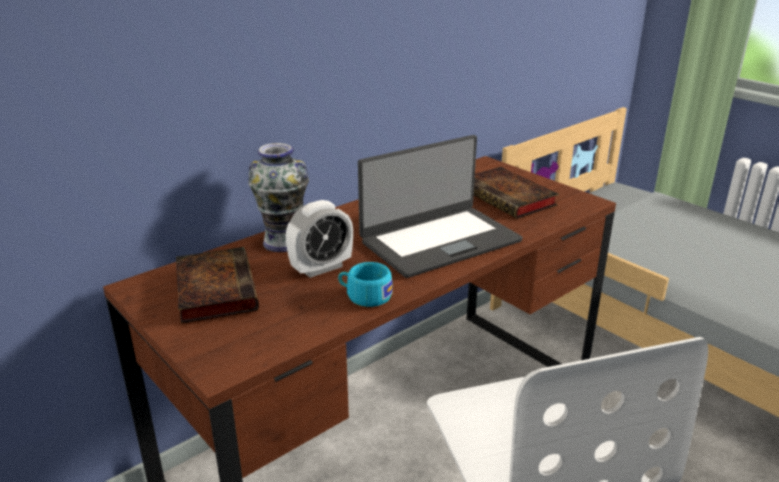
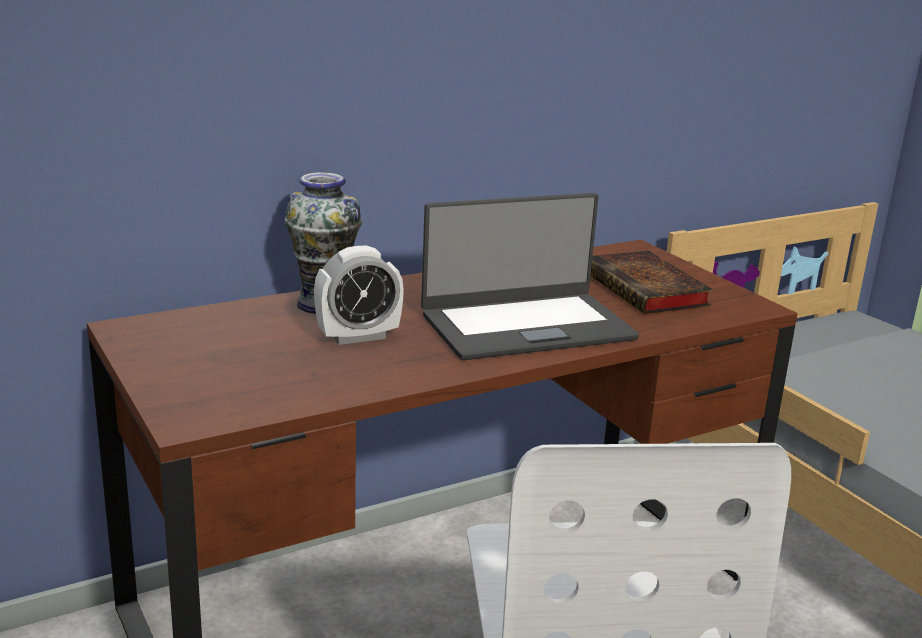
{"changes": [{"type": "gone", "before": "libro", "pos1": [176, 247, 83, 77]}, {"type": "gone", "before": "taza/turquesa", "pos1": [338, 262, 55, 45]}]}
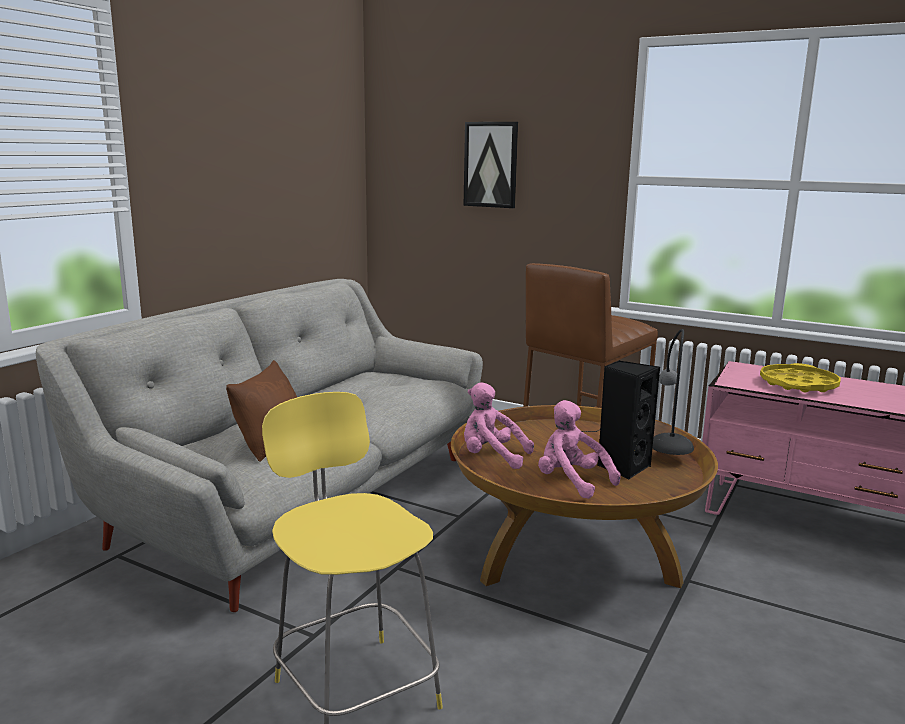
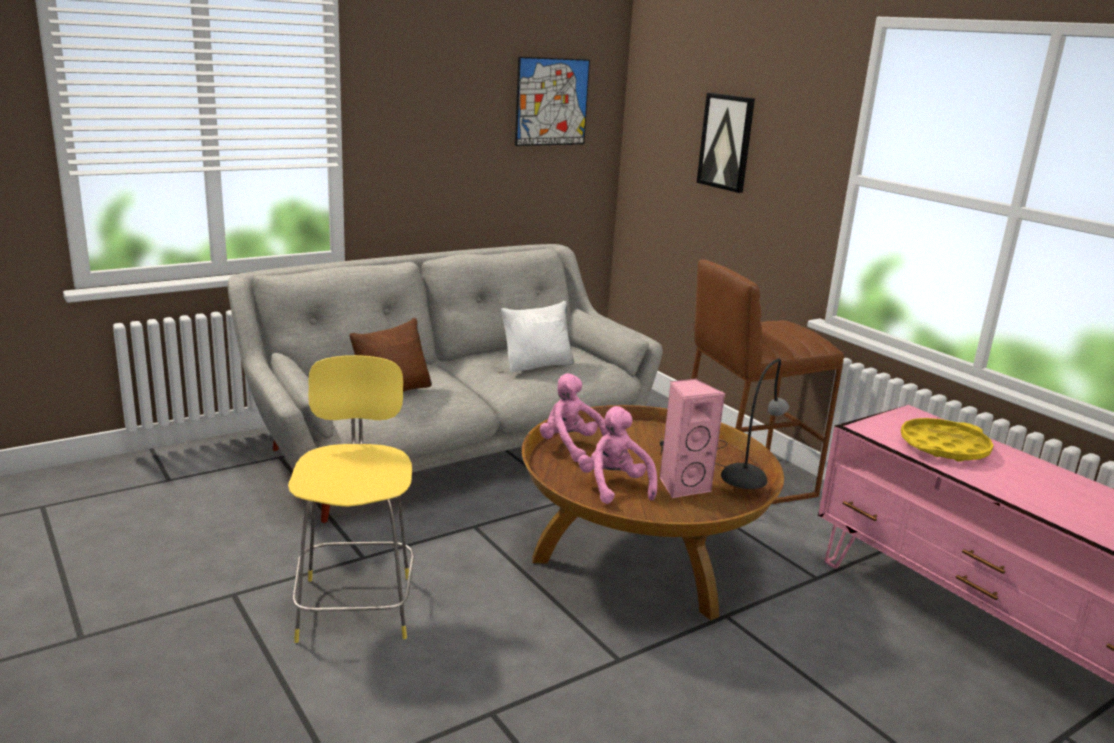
{"changes": [{"type": "new", "after": "cojín/blanco", "pos2": [501, 301, 73, 72]}, {"type": "new", "after": "cuadro", "pos2": [515, 57, 75, 89]}, {"type": "repainted", "before": "altavoz/negro", "after": "altavoz/rosa", "pos1": [597, 360, 63, 120], "pos2": [659, 378, 66, 120]}]}
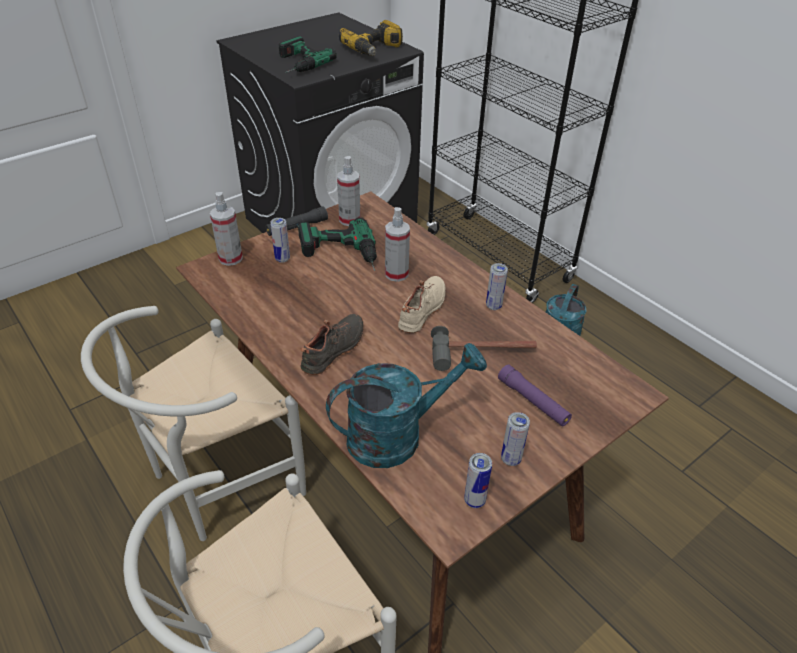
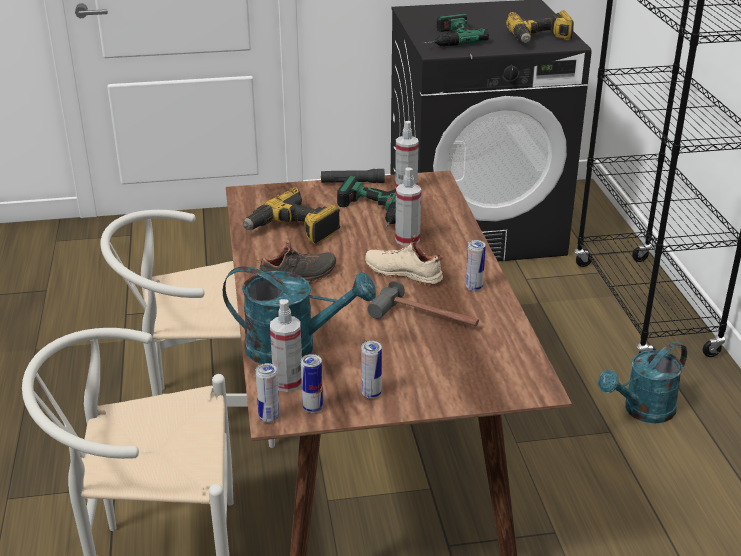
{"changes": [{"type": "new", "after": "taladro", "pos2": [243, 187, 97, 57]}, {"type": "shifted", "before": "lata", "pos1": [270, 218, 20, 45], "pos2": [255, 363, 24, 60]}, {"type": "shifted", "before": "pulverizador", "pos1": [210, 192, 33, 74], "pos2": [270, 299, 32, 93]}, {"type": "rotated", "before": "zapato/beis", "pos1": [398, 276, 48, 57], "pos2": [365, 235, 78, 51], "turn": -120}, {"type": "gone", "before": "linterna/morado", "pos1": [498, 365, 74, 61]}]}
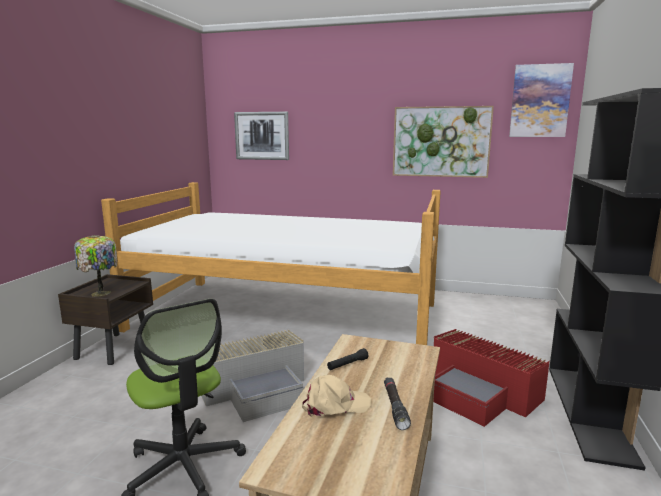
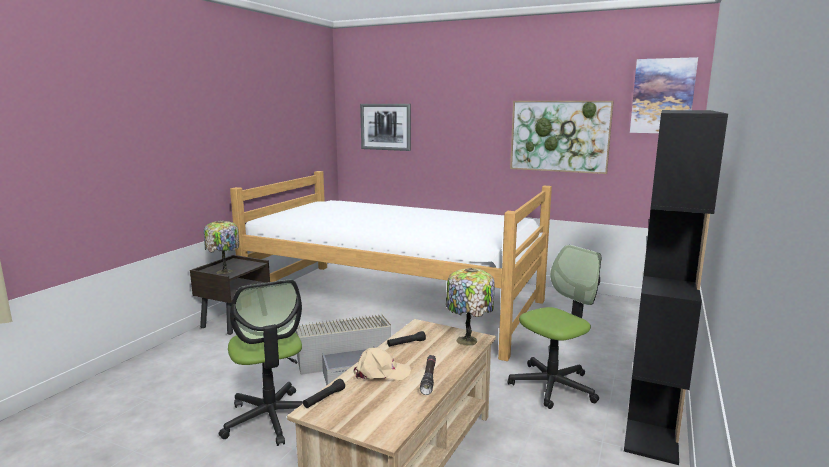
{"changes": [{"type": "new", "after": "linterna/negro", "pos2": [303, 379, 42, 29]}, {"type": "new", "after": "lámpara de mesa", "pos2": [446, 268, 49, 78]}, {"type": "swapped", "before": "caja de almacenaje/rojo", "after": "silla de oficina", "pos1": [433, 329, 117, 98], "pos2": [508, 245, 93, 164]}]}
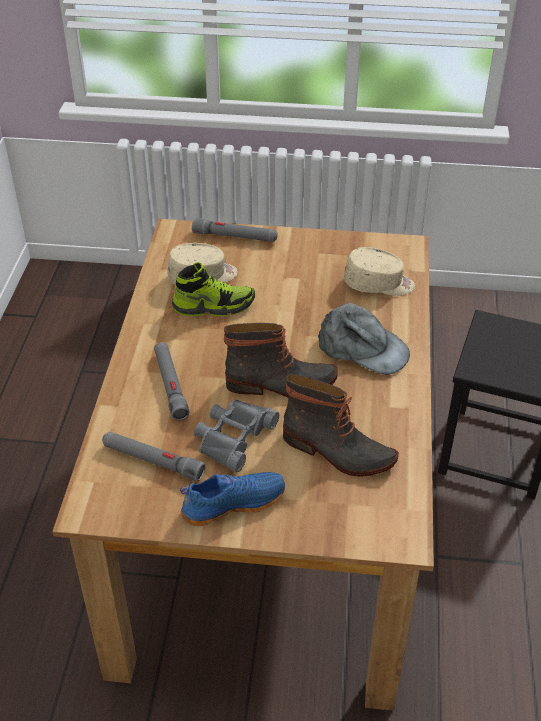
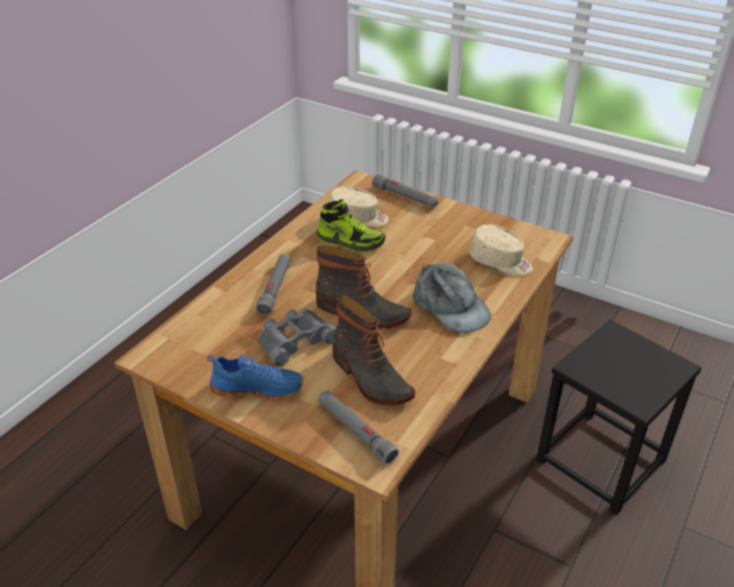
{"changes": [{"type": "shifted", "before": "linterna/gris", "pos1": [102, 432, 103, 49], "pos2": [318, 391, 81, 74]}]}
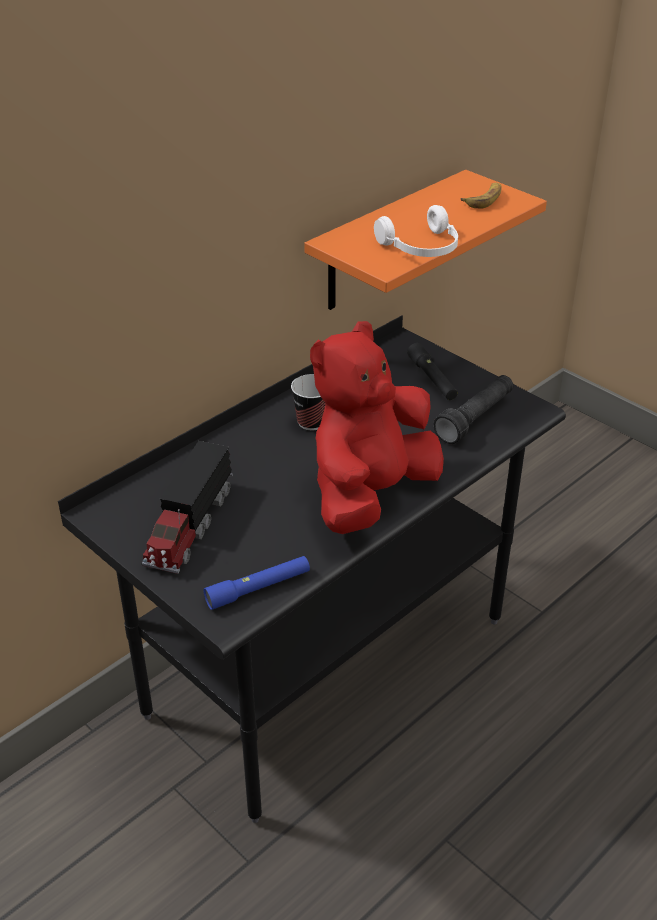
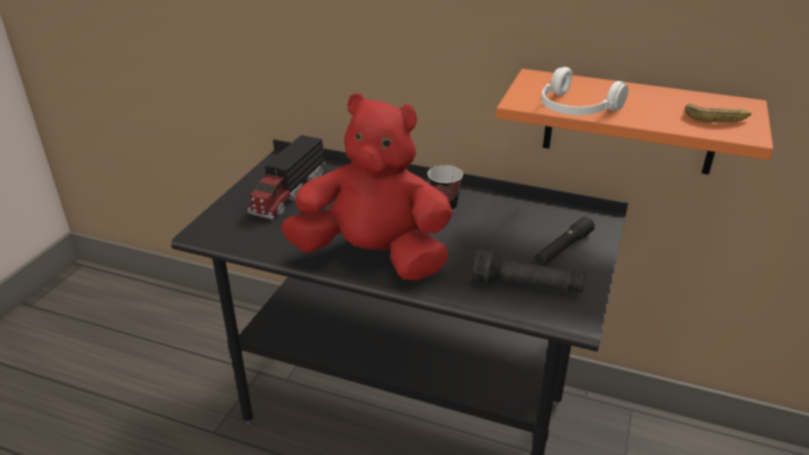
{"changes": [{"type": "rotated", "before": "camión de juguete", "pos1": [142, 441, 91, 133], "pos2": [247, 135, 79, 85], "turn": -60}, {"type": "gone", "before": "linterna/azul", "pos1": [204, 556, 106, 54]}]}
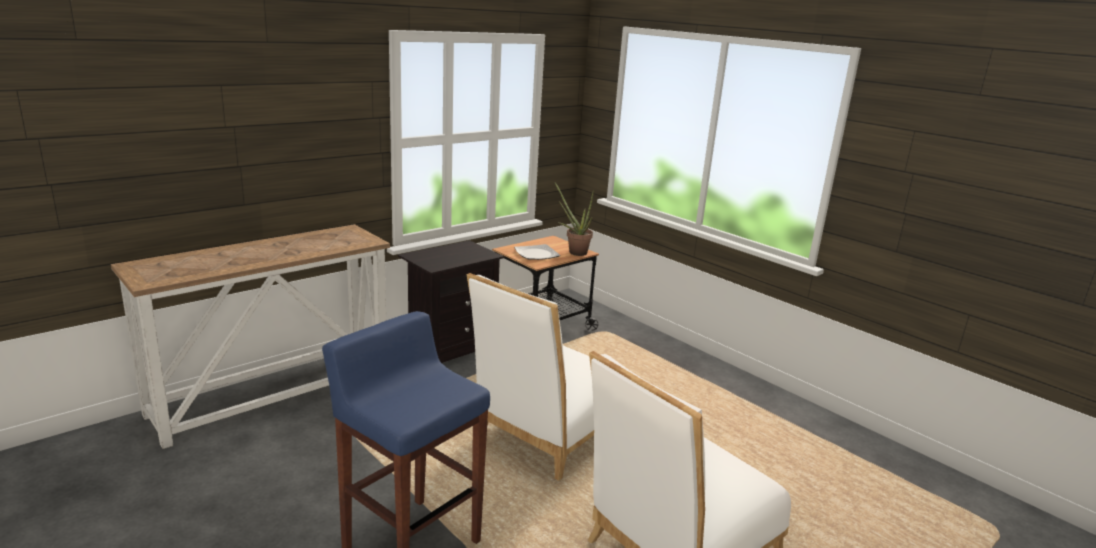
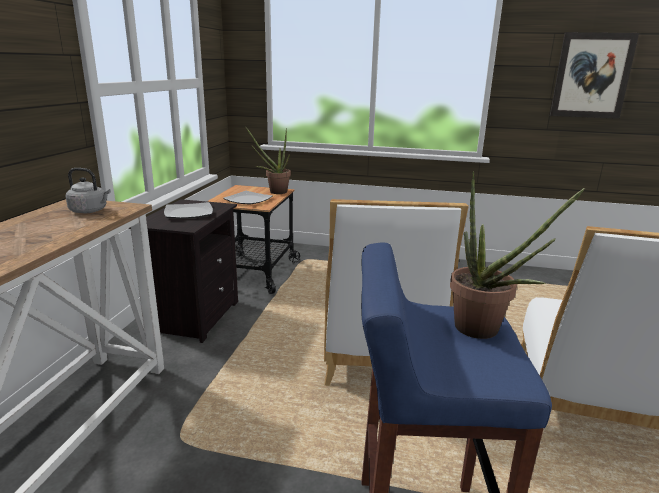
{"changes": [{"type": "new", "after": "hervidor/gris", "pos2": [66, 168, 45, 45]}, {"type": "new", "after": "plato", "pos2": [164, 202, 49, 17]}, {"type": "new", "after": "planta en maceta", "pos2": [450, 171, 135, 168]}, {"type": "new", "after": "cuadro", "pos2": [550, 32, 89, 87]}]}
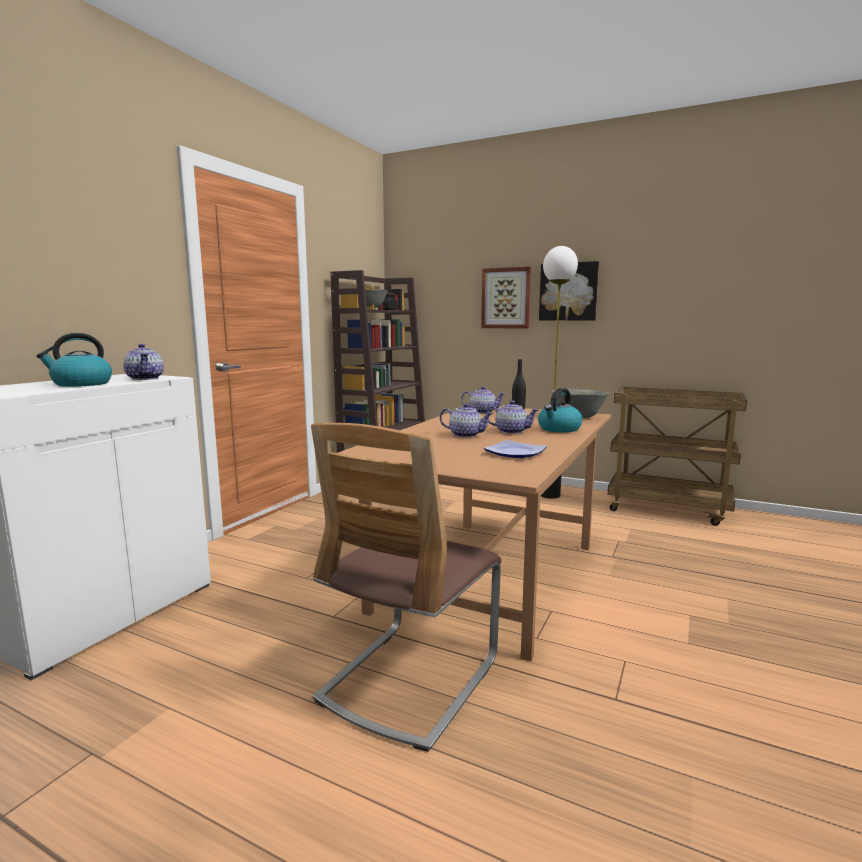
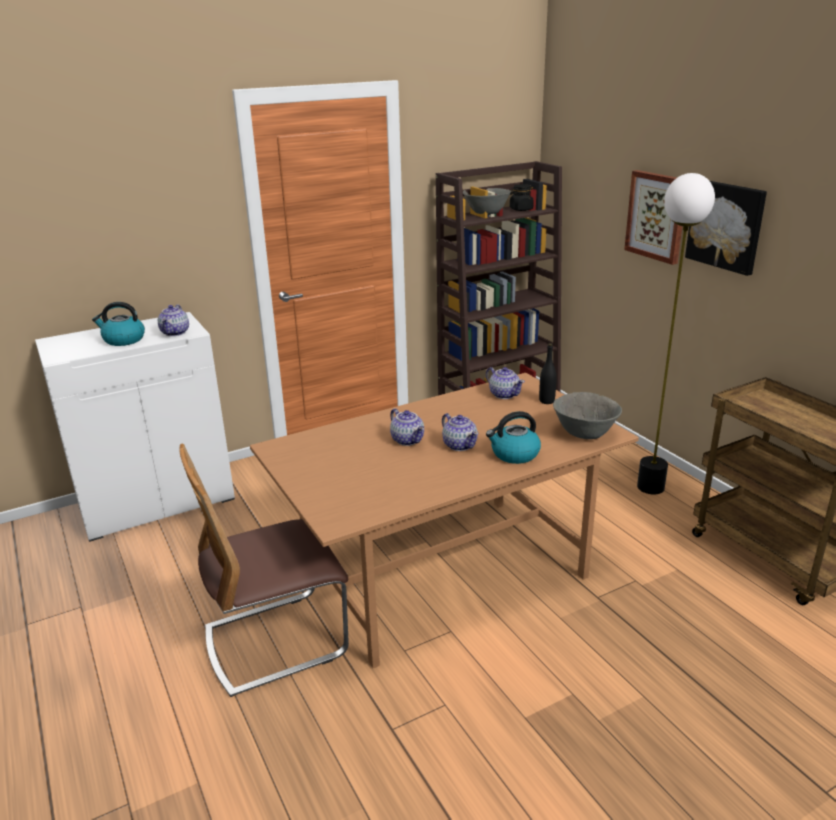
{"changes": [{"type": "gone", "before": "plato", "pos1": [483, 440, 64, 18]}]}
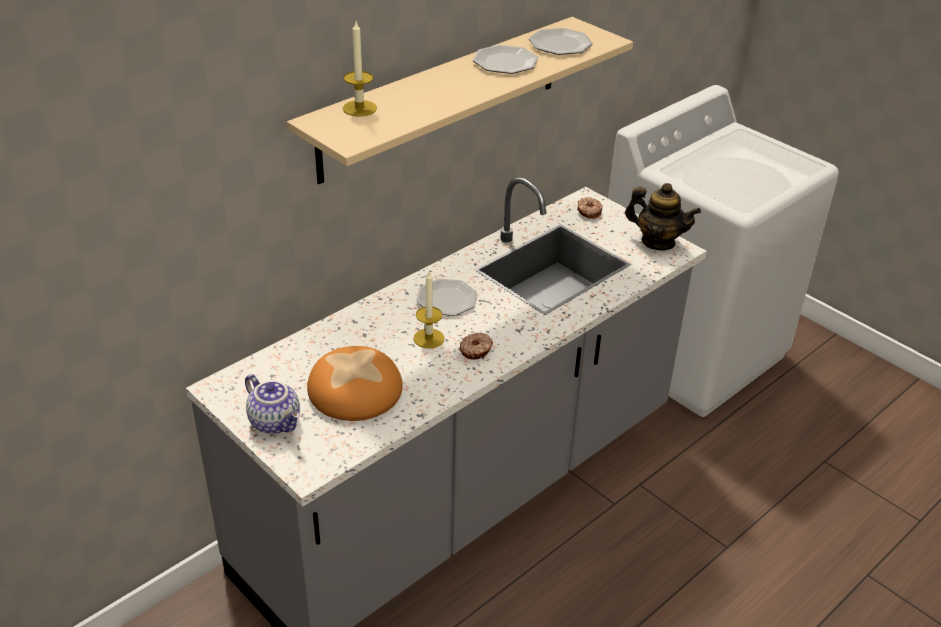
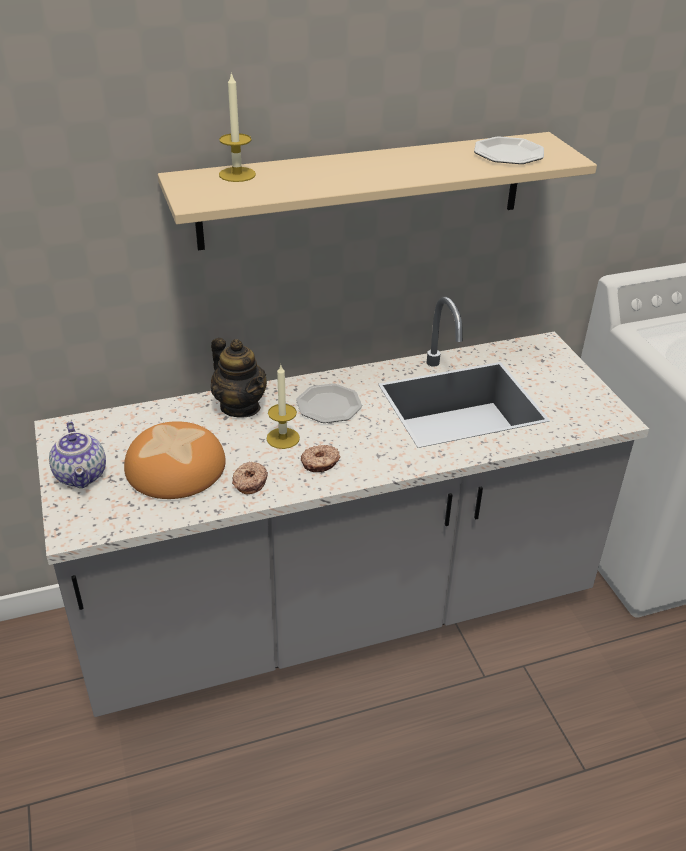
{"changes": [{"type": "shifted", "before": "tetera", "pos1": [625, 183, 76, 67], "pos2": [211, 338, 56, 80]}, {"type": "shifted", "before": "rosquilla", "pos1": [577, 197, 25, 22], "pos2": [232, 462, 36, 32]}, {"type": "gone", "before": "plato", "pos1": [473, 45, 65, 29]}]}
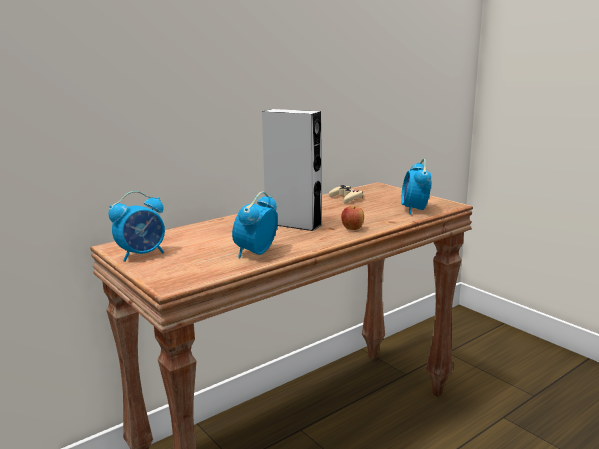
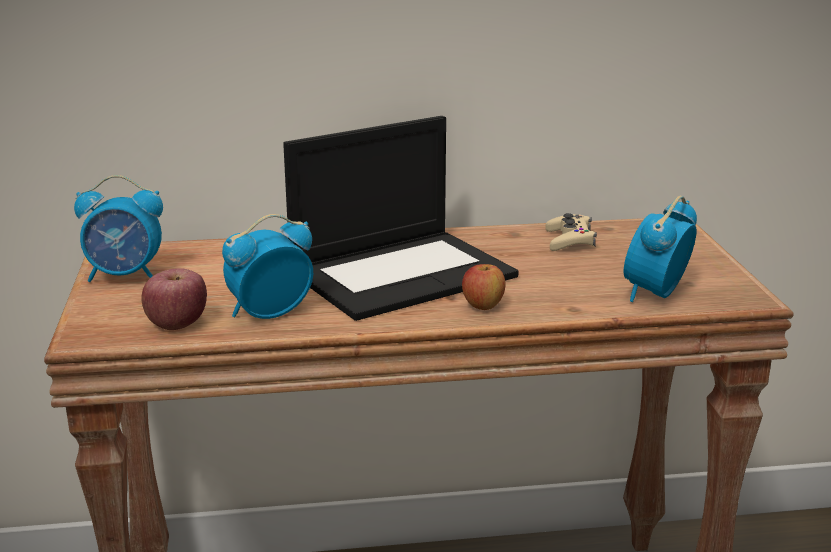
{"changes": [{"type": "new", "after": "manzana", "pos2": [141, 268, 66, 62]}, {"type": "swapped", "before": "altavoz/gris", "after": "portátil", "pos1": [262, 109, 60, 122], "pos2": [283, 116, 236, 205]}]}
